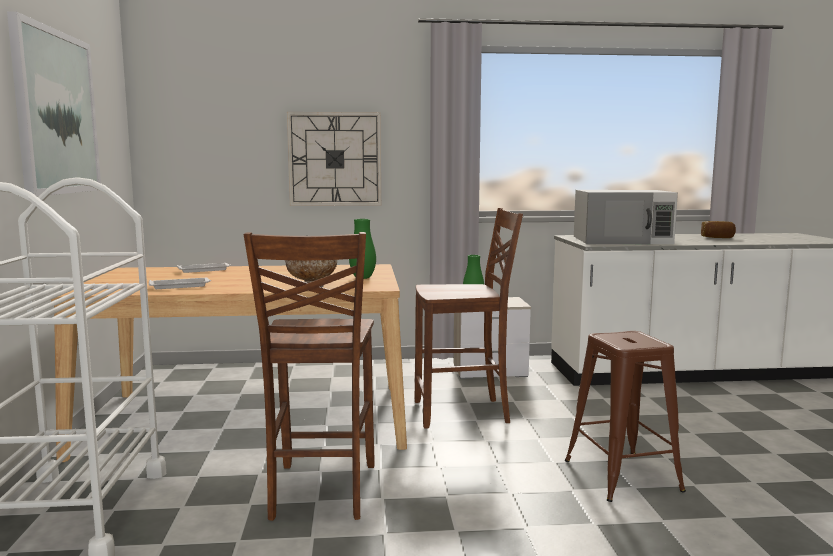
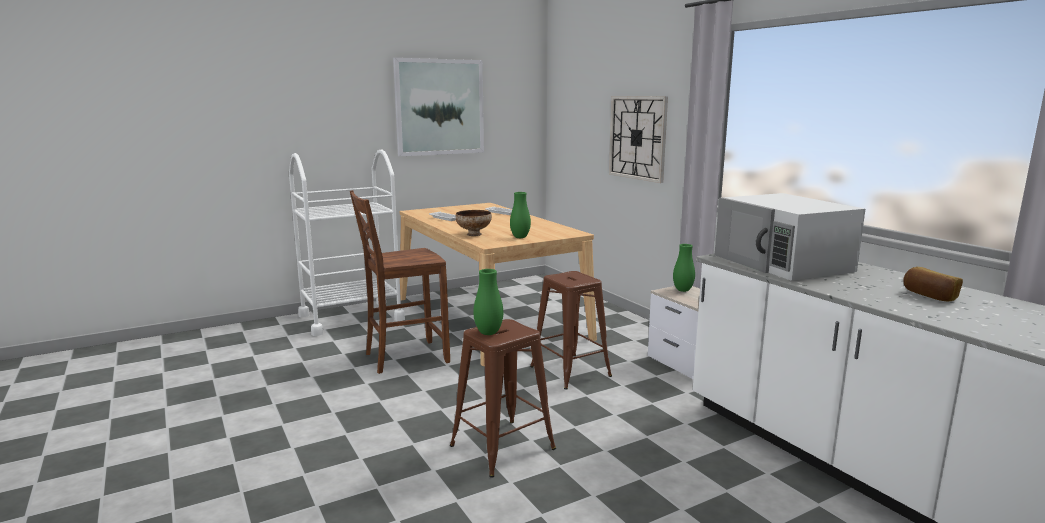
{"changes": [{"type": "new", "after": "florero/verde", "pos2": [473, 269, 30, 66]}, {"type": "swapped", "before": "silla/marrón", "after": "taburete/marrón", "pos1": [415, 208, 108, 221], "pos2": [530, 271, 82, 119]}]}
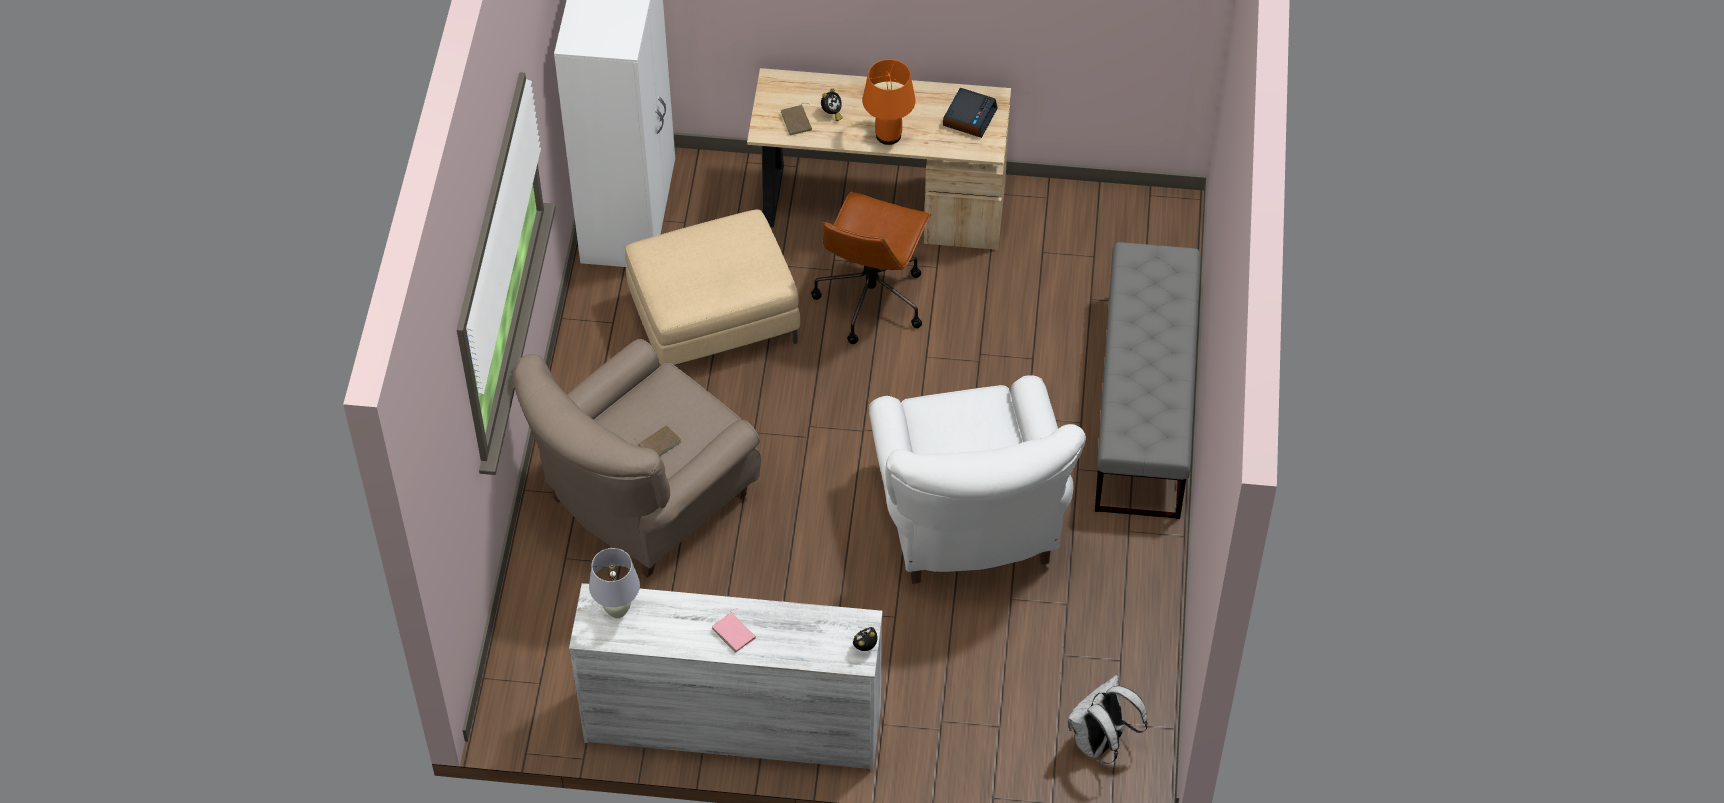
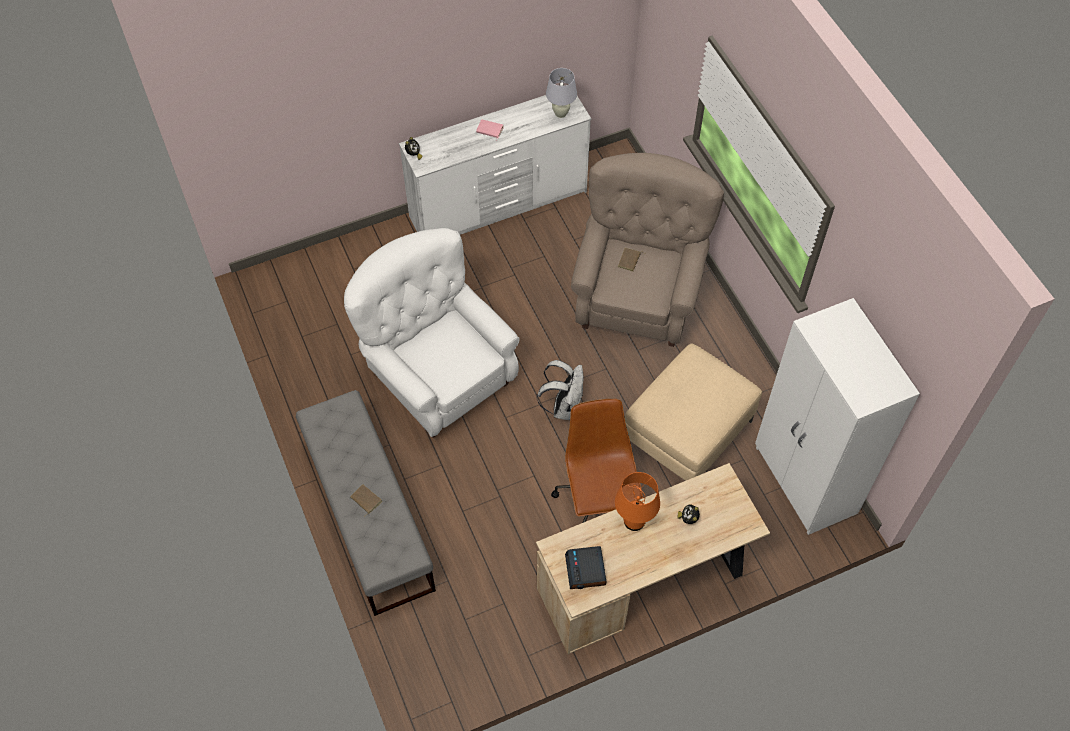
{"changes": [{"type": "shifted", "before": "libro/marrón", "pos1": [781, 103, 31, 32], "pos2": [350, 484, 32, 33]}, {"type": "shifted", "before": "mochila/blanco", "pos1": [1068, 675, 80, 89], "pos2": [537, 360, 46, 60]}]}
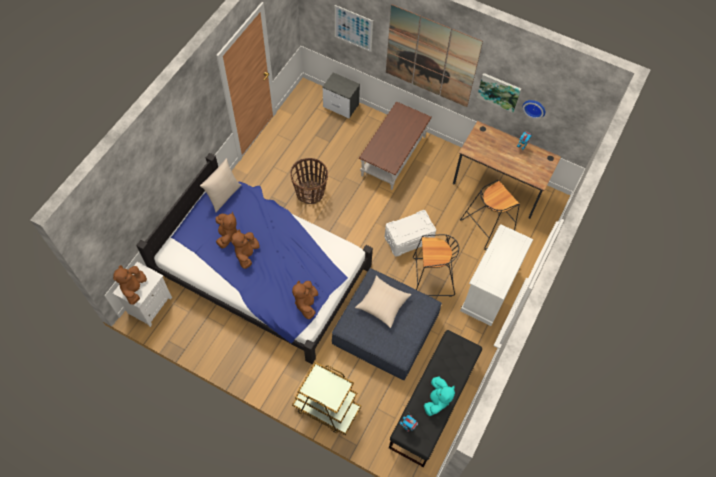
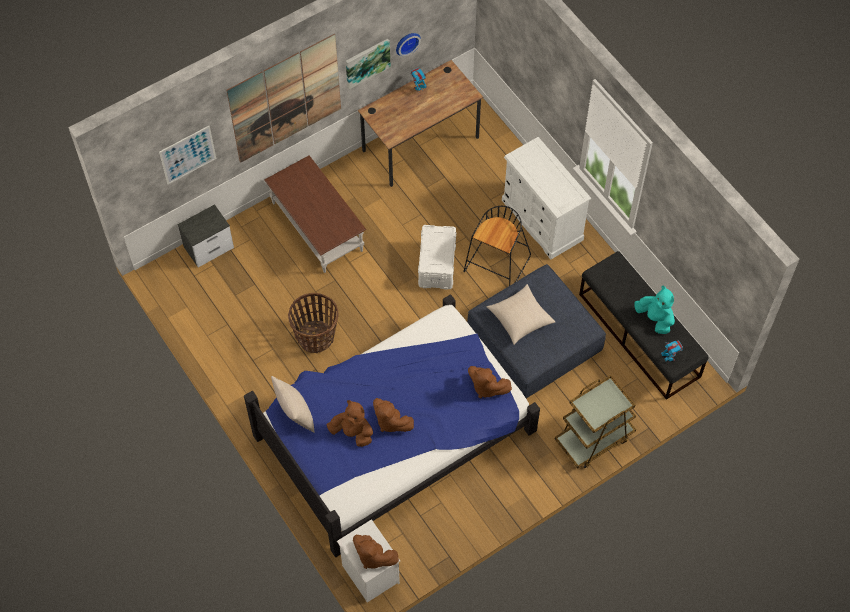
{"changes": [{"type": "gone", "before": "taburete/negro", "pos1": [460, 180, 60, 70]}]}
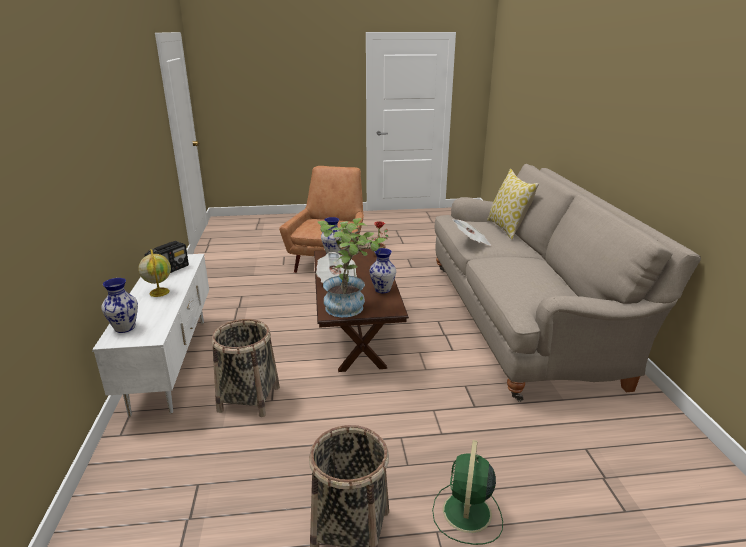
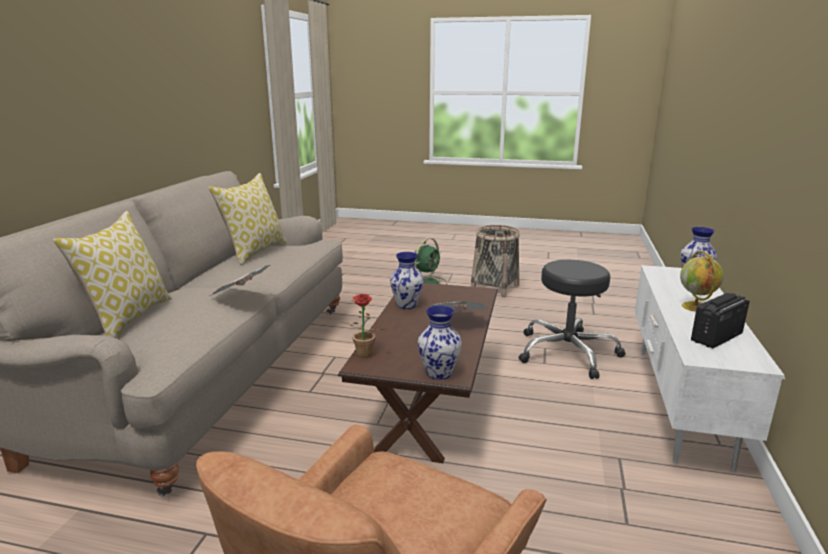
{"changes": [{"type": "new", "after": "cojín", "pos2": [208, 173, 79, 92]}, {"type": "swapped", "before": "cesta", "after": "taburete/negro", "pos1": [212, 319, 68, 98], "pos2": [518, 260, 107, 119]}, {"type": "gone", "before": "planta en maceta", "pos1": [318, 218, 68, 99]}]}
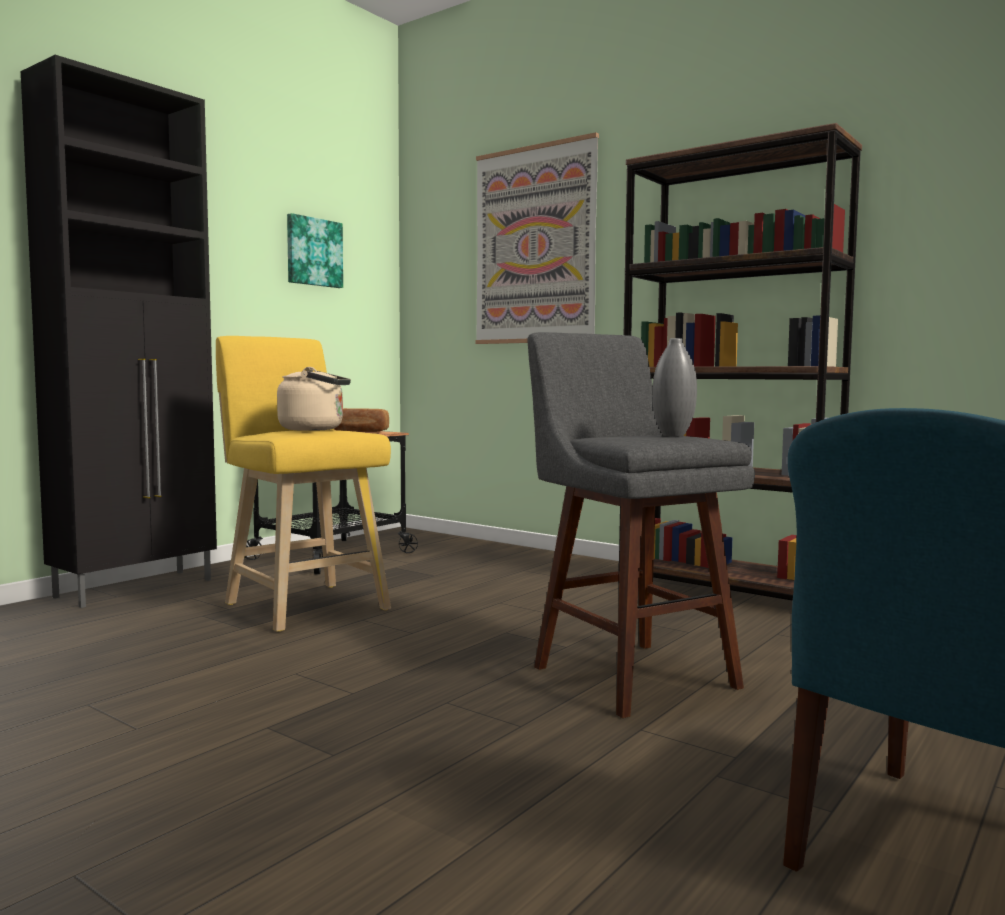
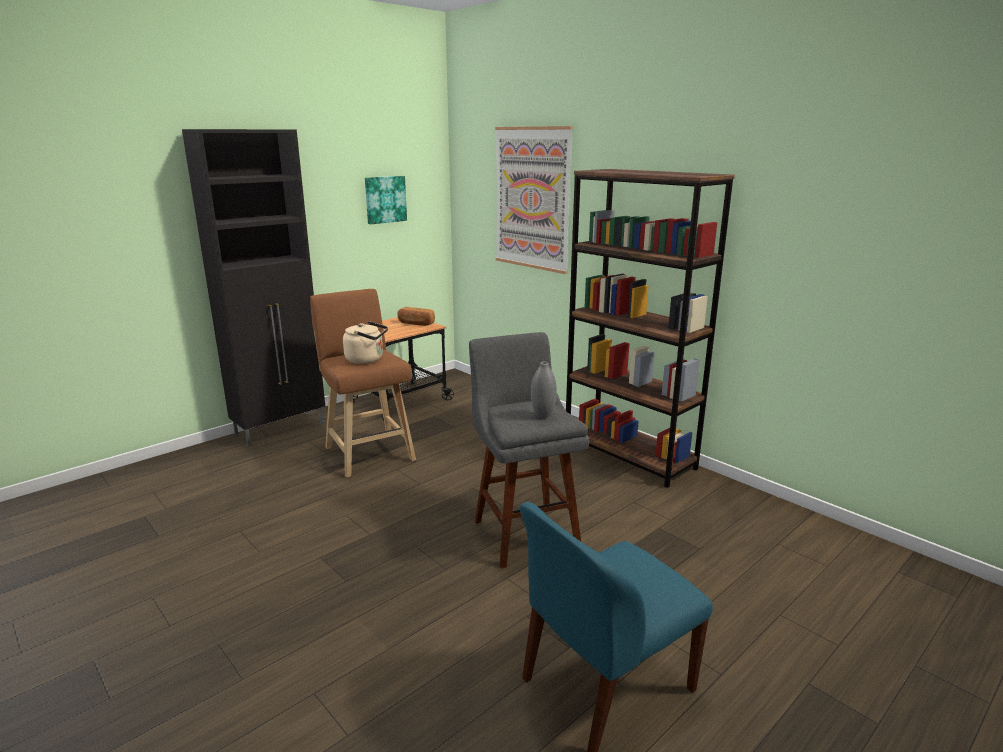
{"changes": [{"type": "repainted", "before": "taburete/amarillo", "after": "taburete/marrón", "pos1": [216, 336, 175, 296], "pos2": [310, 289, 106, 189]}]}
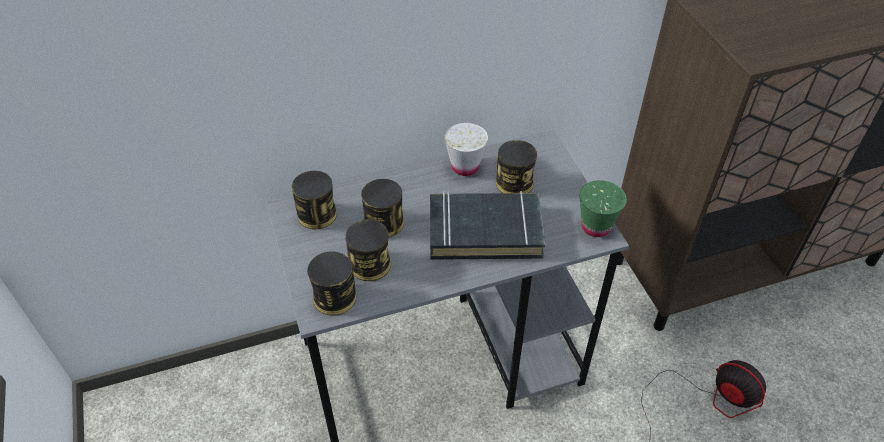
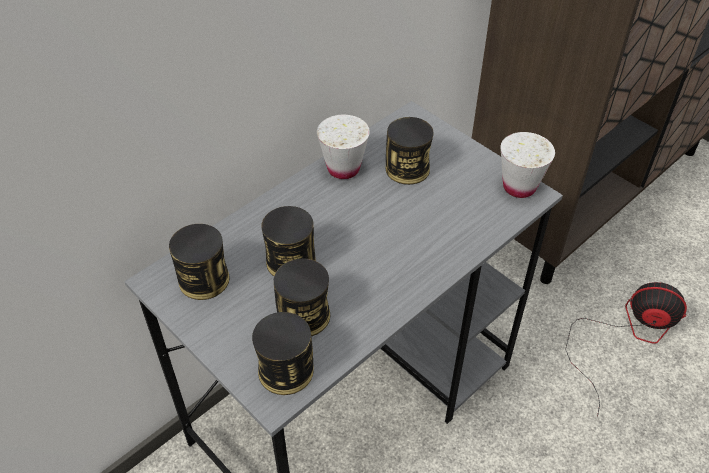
{"changes": [{"type": "repainted", "before": "taza/verde", "after": "taza/blanco", "pos1": [579, 180, 48, 57], "pos2": [500, 132, 55, 66]}, {"type": "gone", "before": "libro/negro", "pos1": [430, 191, 115, 69]}]}
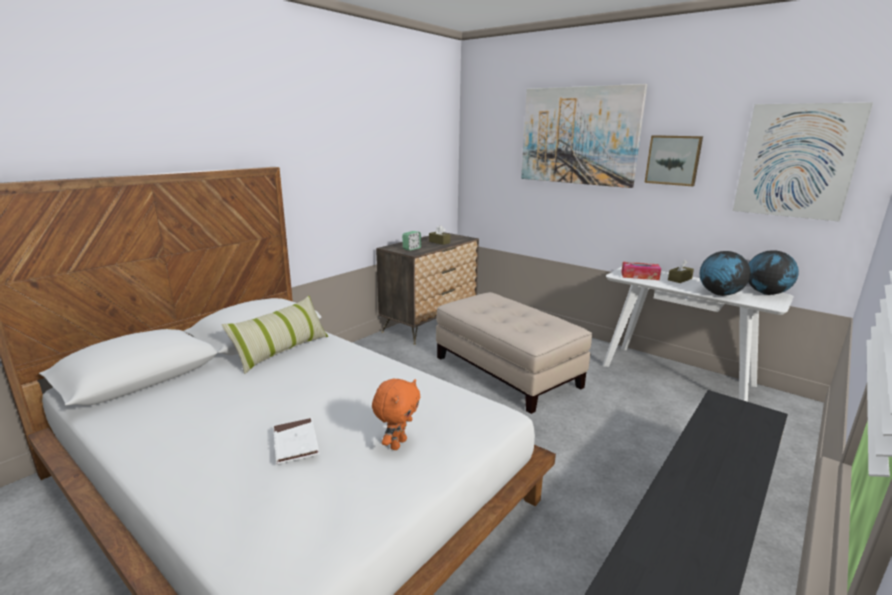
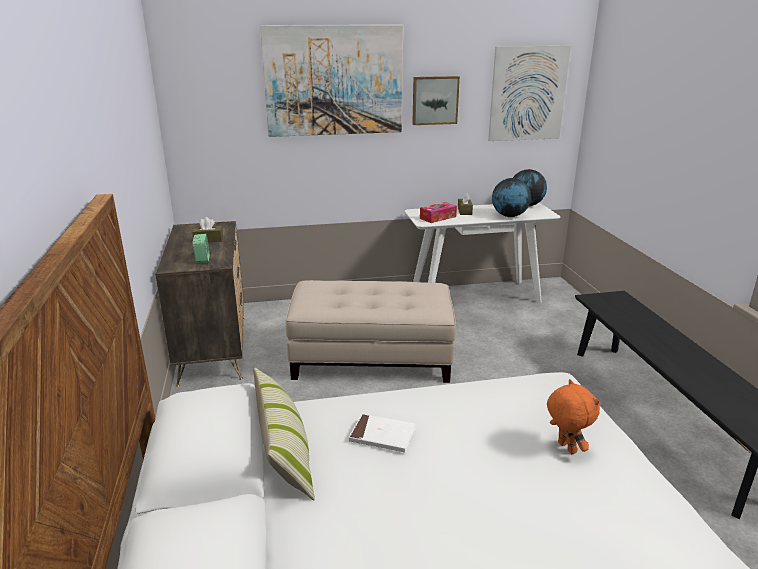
{"changes": [{"type": "shifted", "before": "libro/blanco", "pos1": [273, 418, 46, 46], "pos2": [349, 414, 67, 38]}]}
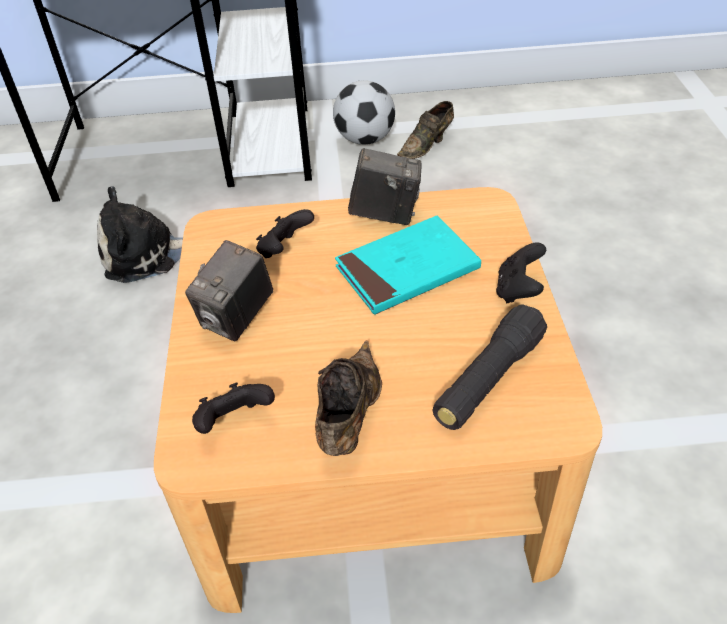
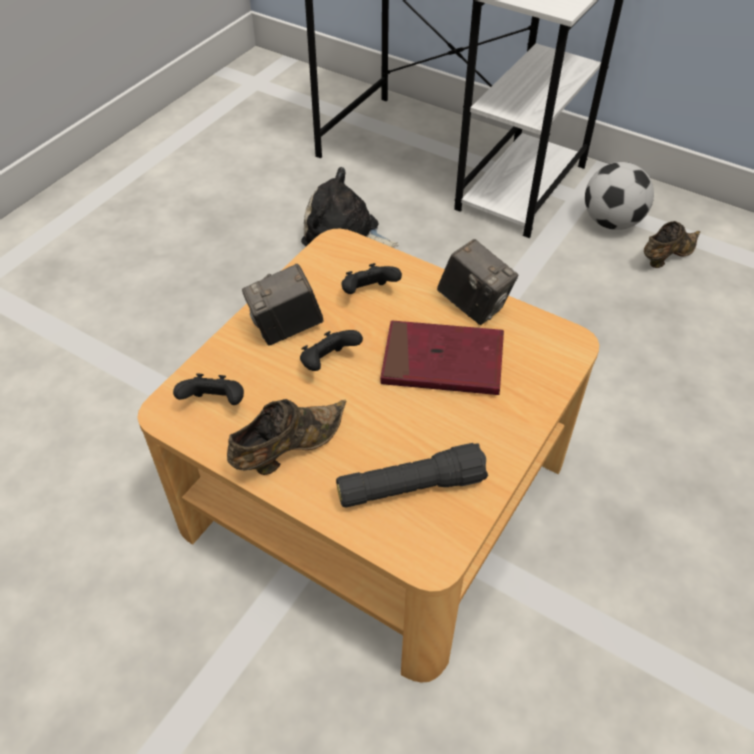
{"changes": [{"type": "shifted", "before": "mando de consola/negro", "pos1": [496, 242, 50, 61], "pos2": [300, 330, 63, 41]}, {"type": "repainted", "before": "libro/turquesa", "after": "libro/rojo", "pos1": [335, 216, 146, 99], "pos2": [380, 320, 124, 75]}, {"type": "rotated", "before": "zapato/marrón", "pos1": [397, 101, 57, 58], "pos2": [644, 221, 56, 47], "turn": 150}]}
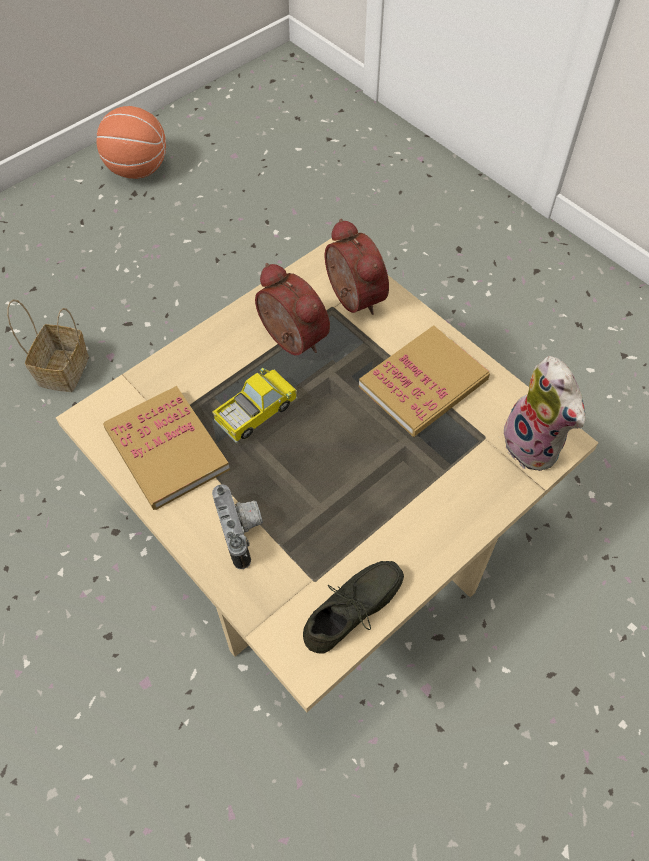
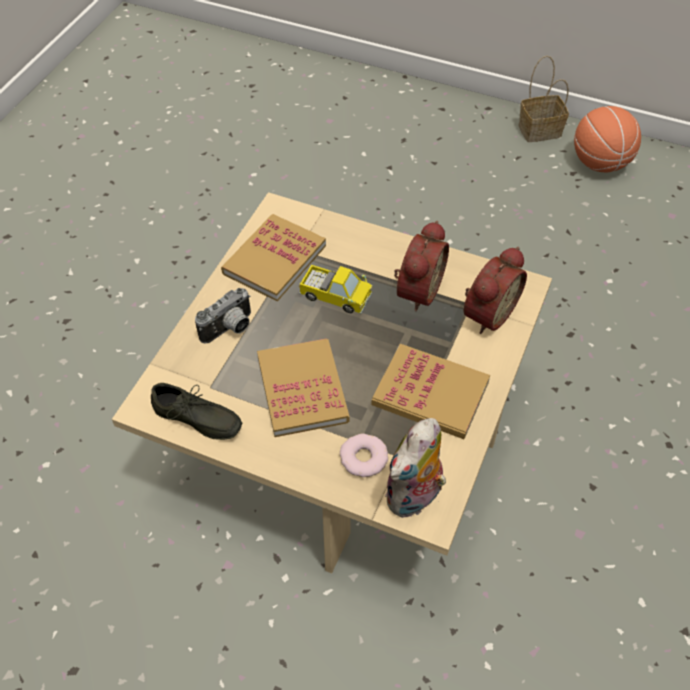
{"changes": [{"type": "new", "after": "libro", "pos2": [257, 338, 93, 99]}, {"type": "new", "after": "rosquilla", "pos2": [340, 433, 48, 44]}, {"type": "shifted", "before": "cesta", "pos1": [7, 299, 82, 93], "pos2": [518, 56, 51, 86]}]}
